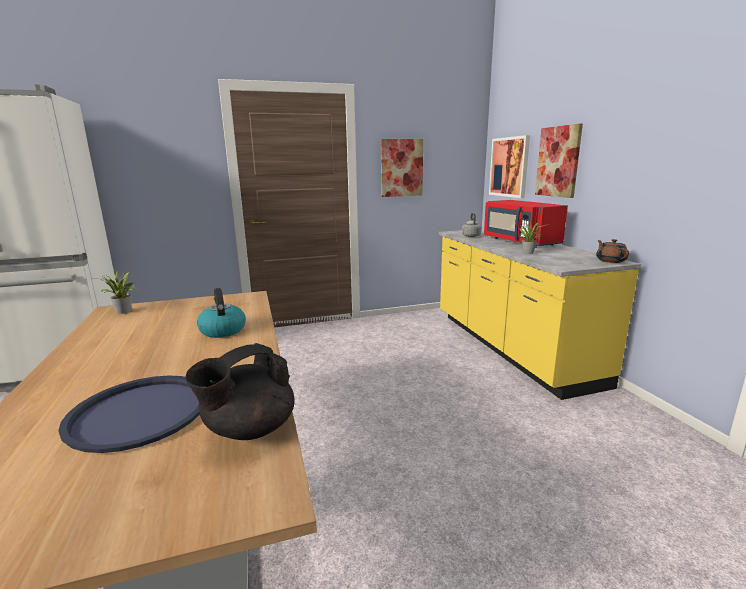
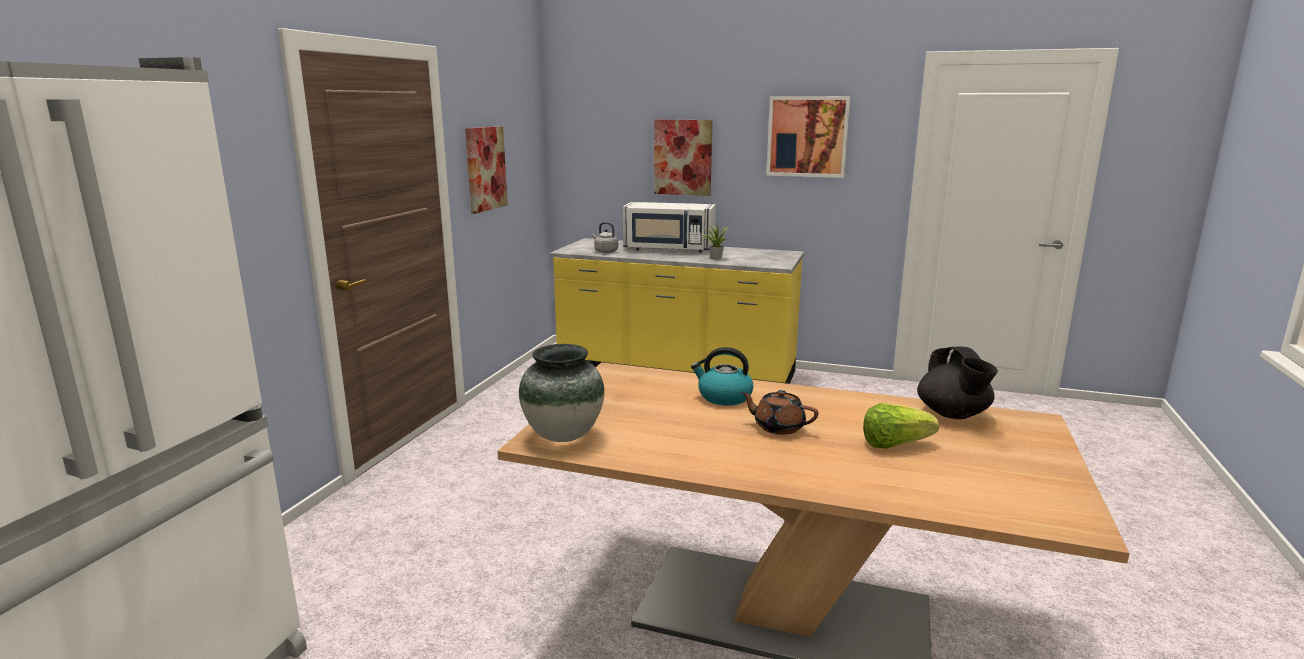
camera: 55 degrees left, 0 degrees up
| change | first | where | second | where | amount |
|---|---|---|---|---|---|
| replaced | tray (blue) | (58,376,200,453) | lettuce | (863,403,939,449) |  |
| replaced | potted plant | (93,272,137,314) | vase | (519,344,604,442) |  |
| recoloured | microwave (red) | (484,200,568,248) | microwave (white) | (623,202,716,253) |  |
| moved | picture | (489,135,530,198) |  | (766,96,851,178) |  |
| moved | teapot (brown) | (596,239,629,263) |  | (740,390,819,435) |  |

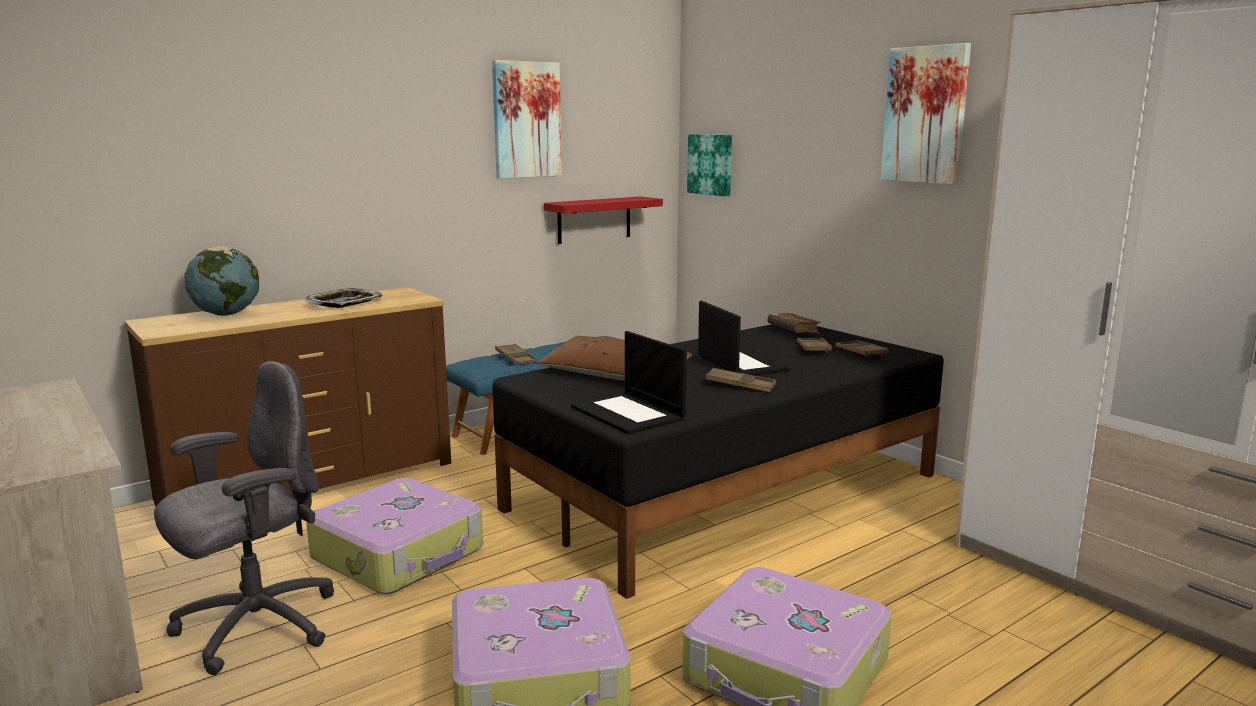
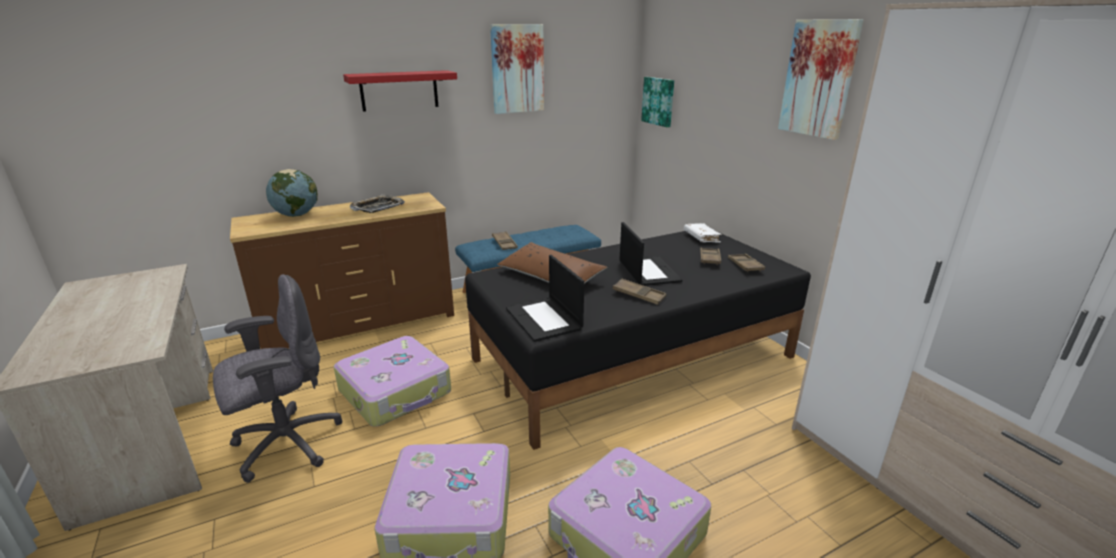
camera: 10 degrees right, 10 degrees up
| change | first | where | second | where | amount |
|---|---|---|---|---|---|
| moved | shelf (red) | (544,196,663,244) |  | (343,70,457,112) |  |
| recoloured | book (brown) | (767,313,821,333) | book (white) | (684,223,722,243) |  |

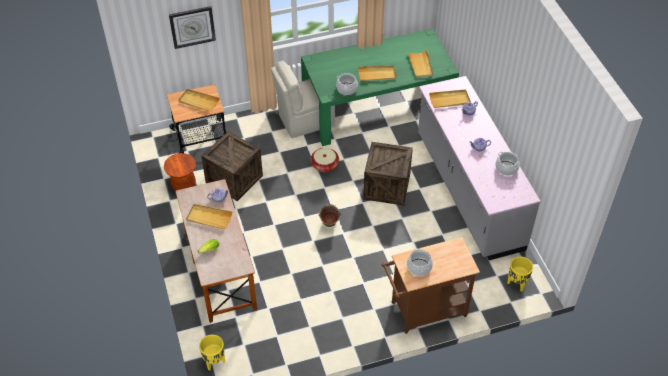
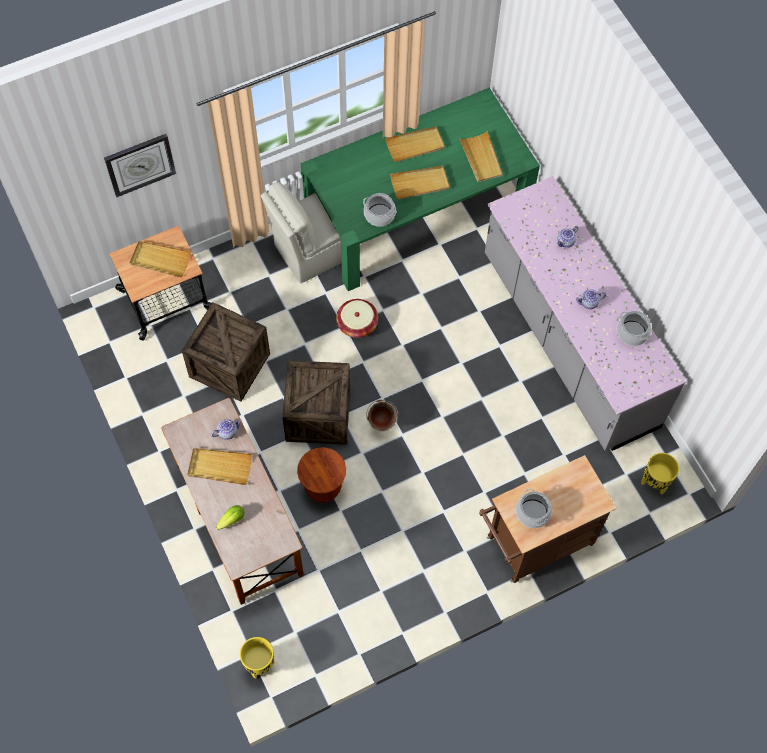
camera: 10 degrees left, 15 degrees up
| change | first | where | second | where | amount |
|---|---|---|---|---|---|
| moved | stool (brown) | (164,153,196,191) |  | (297,447,346,503) |  |
| moved | crate | (363,142,413,206) |  | (282,360,350,445) |  |
| moved | tray (beige) | (429,89,471,108) |  | (385,126,445,162) |  |

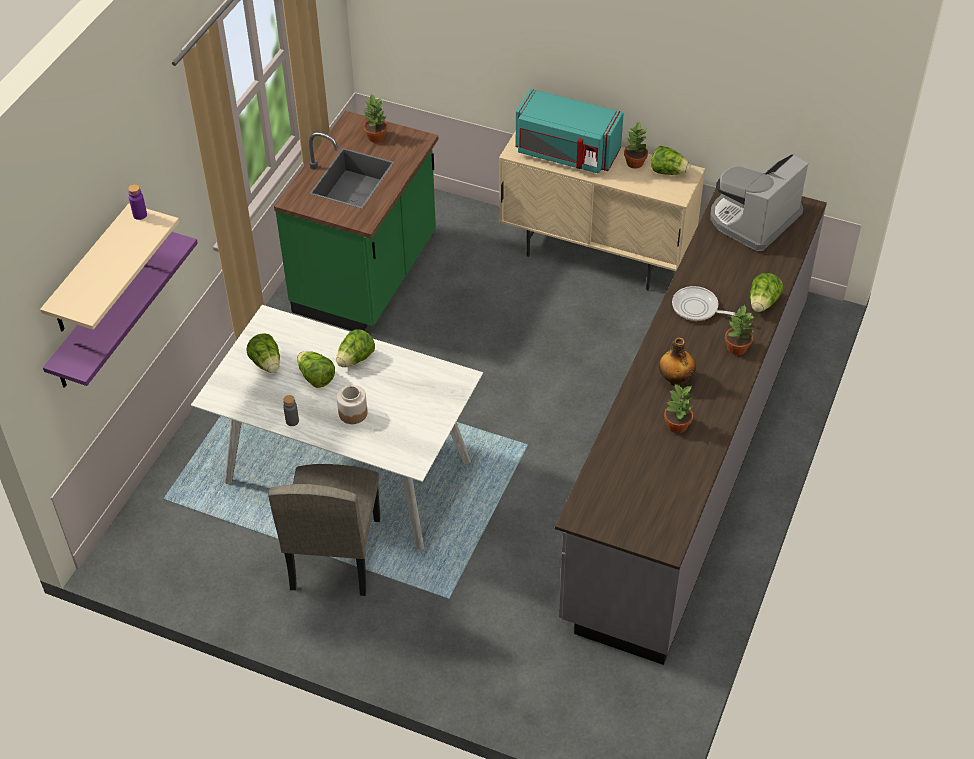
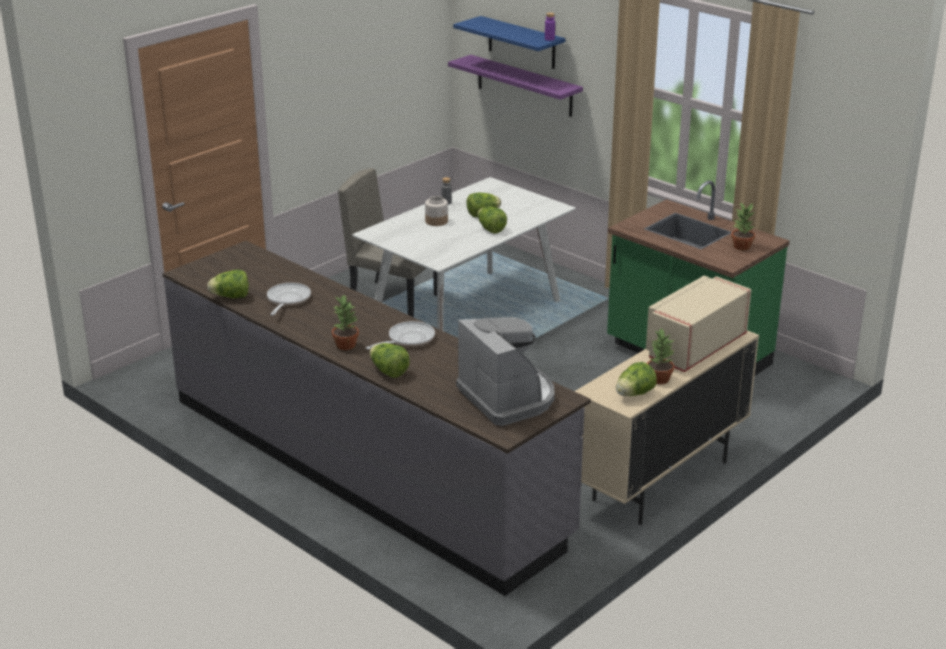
camera: 110 degrees right, 20 degrees down
| change | first | where | second | where | amount |
|---|---|---|---|---|---|
| recoloured | shelf (beige) | (40,204,179,331) | shelf (blue) | (453,16,566,69) |  |
| moved | lettuce | (246,333,280,373) |  | (207,270,249,298) |  |
| recoloured | microwave (turquoise) | (516,89,624,174) | microwave (beige) | (646,276,752,372) |  |
| removed | bottle | (659,337,696,386) |  |  |  |
| replaced | potted plant | (664,384,693,433) | frying pan | (267,283,311,315) |  |

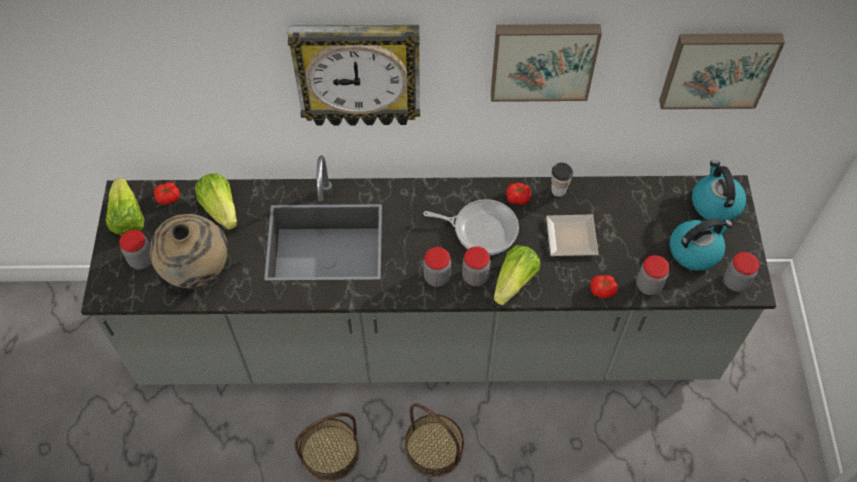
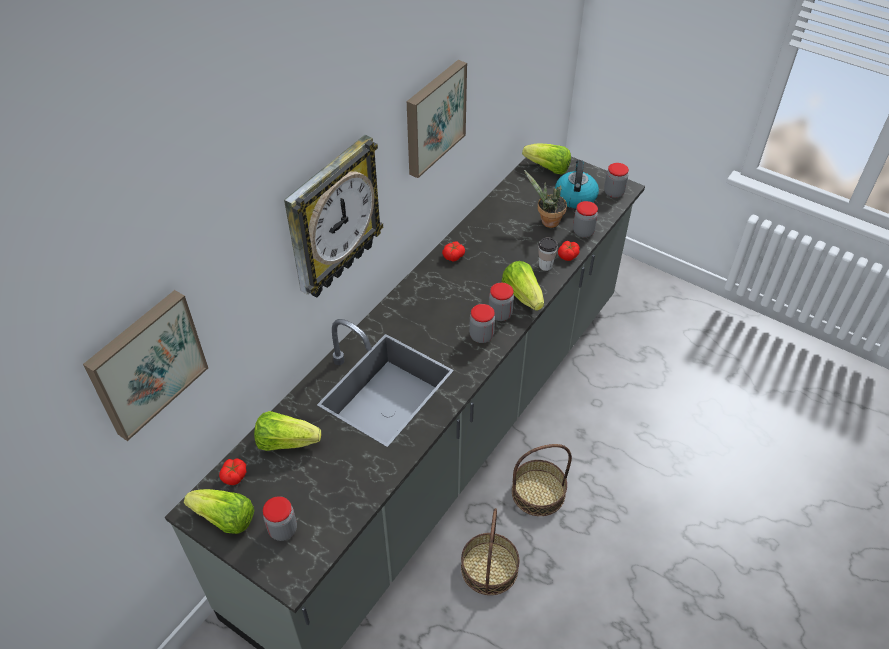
camera: 55 degrees left, 10 degrees down
| change | first | where | second | where | amount |
|---|---|---|---|---|---|
| removed | vase (beige) | (150,214,227,288) |  |  |  |
| removed | frying pan | (423,199,519,255) |  |  |  |
| removed | plate | (546,214,598,256) |  |  |  |
| moved | cup | (551,163,573,197) |  | (538,238,558,271) |  |
| moved | picture | (659,33,785,109) |  | (83,290,208,441) |  |
| replaced | kettle | (692,160,746,222) | lettuce | (522,143,571,175) |  |
| added |  |  | potted plant | (524,170,567,228) |  |

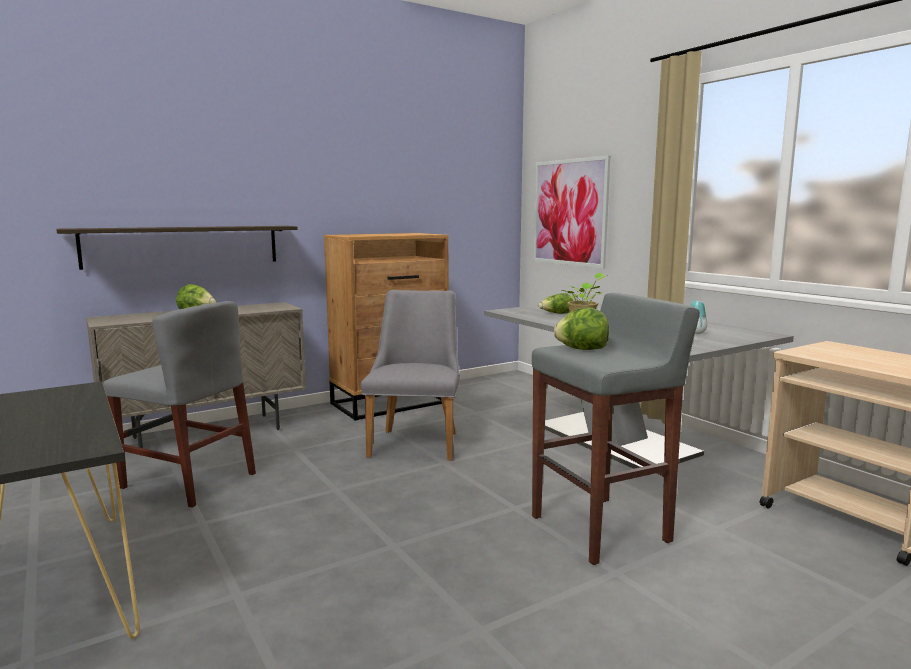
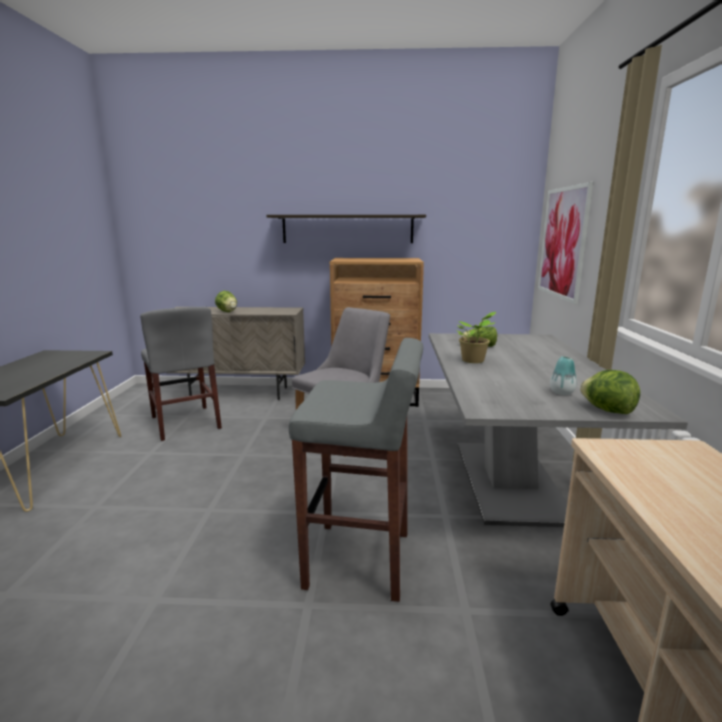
camera: 35 degrees right, 5 degrees up
| change | first | where | second | where | amount |
|---|---|---|---|---|---|
| moved | shelf | (56,226,298,270) |  | (267,215,426,243) |  |
| moved | lettuce | (554,307,609,350) |  | (580,370,640,414) |  |

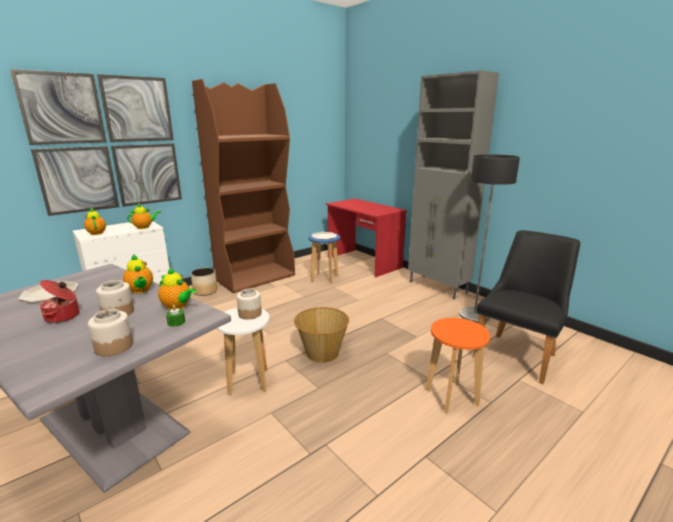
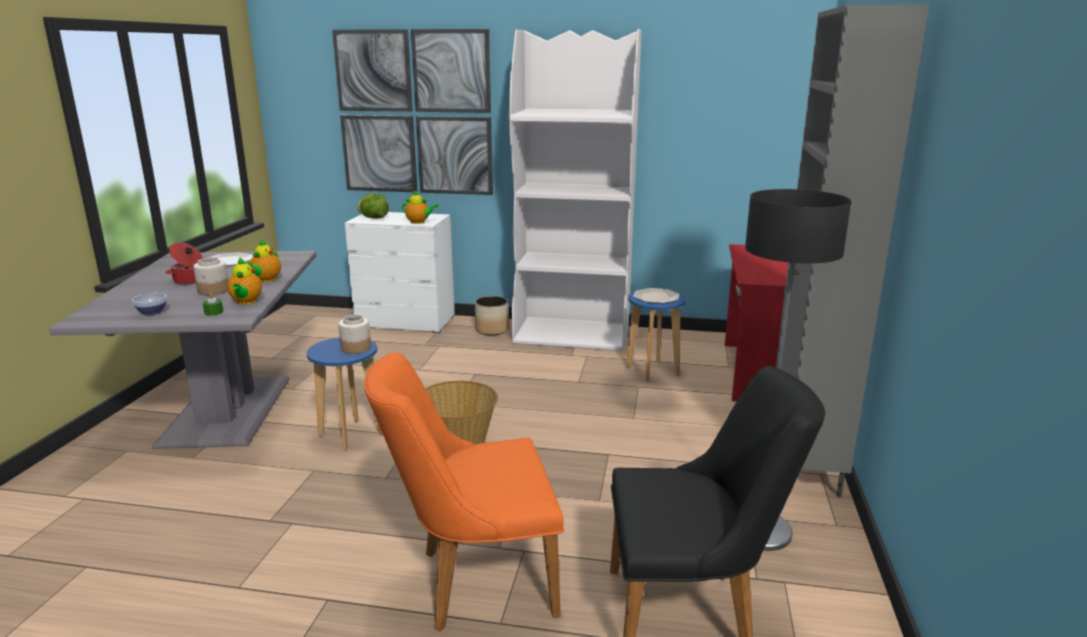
camera: 50 degrees right, 0 degrees up
| change | first | where | second | where | amount |
|---|---|---|---|---|---|
| replaced | teapot | (84,207,106,235) | lettuce | (357,193,389,219) |  |
| replaced | jar | (88,309,133,356) | bowl | (132,293,167,315) |  |
| recoloured | bookcase (brown) | (192,79,295,293) | bookcase (white) | (509,29,642,351) |  |
| recoloured | stool (white) | (216,308,270,395) | stool (blue) | (307,337,382,451) |  |
| replaced | stool (orange) | (426,318,490,414) | chair (orange) | (364,352,564,632) |  |

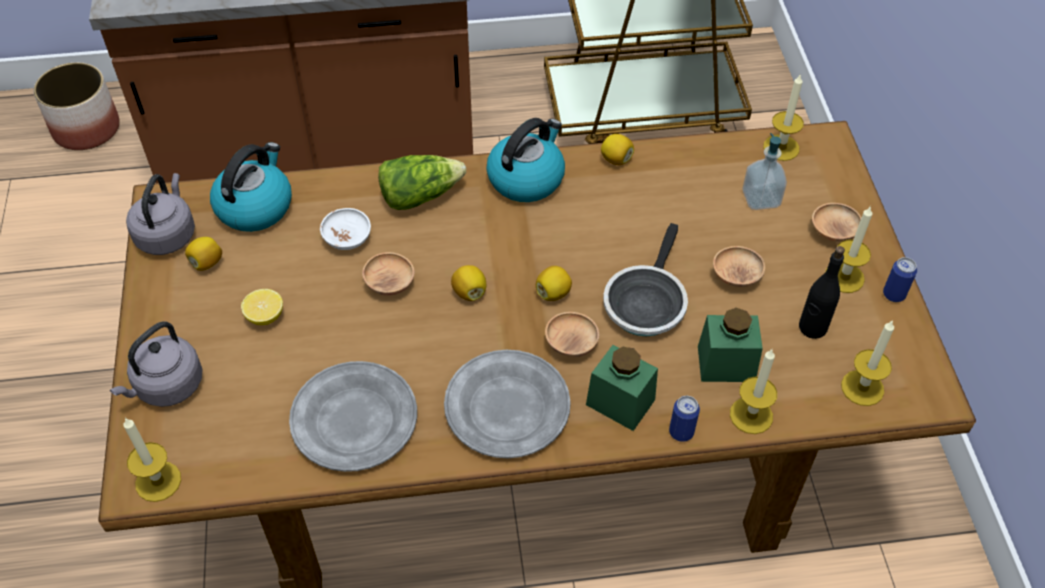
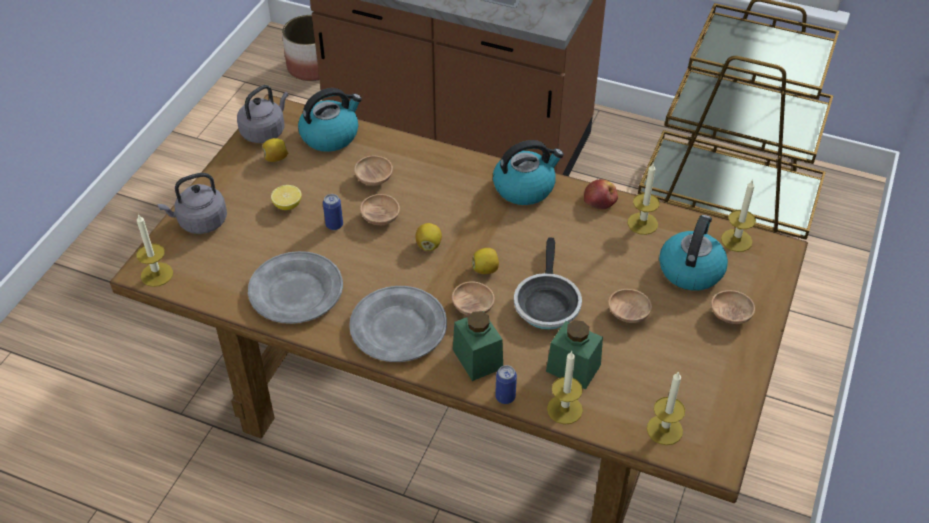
camera: 30 degrees right, 5 degrees down
| change | first | where | second | where | amount |
|---|---|---|---|---|---|
| recoloured | bowl (white) | (320,208,371,250) | bowl (brown) | (354,156,393,186) |  |
| removed | lettuce | (378,155,466,210) |  |  |  |
| replaced | lemon | (601,134,634,165) | apple | (584,179,618,209) |  |
| turned | frying pan | (603,223,688,336) |  | (514,237,582,330) | 45 degrees counterclockwise |
| replaced | soap dispenser | (742,133,787,210) | kettle | (659,215,728,291) |  |
| removed | bottle (black) | (799,246,845,339) |  |  |  |
| moved | candle | (825,206,872,293) |  | (628,163,660,235) |  |
| moved | can | (883,257,917,302) |  | (323,194,343,230) |  |

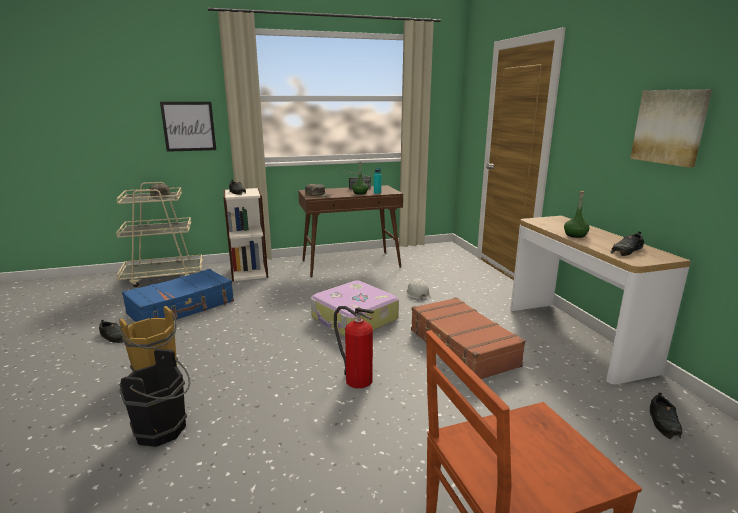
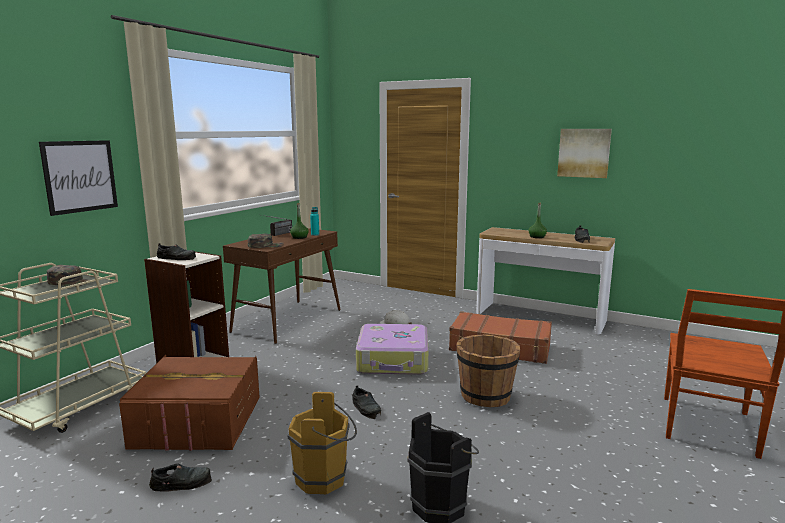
camera: 45 degrees left, 5 degrees down
| change | first | where | second | where | amount |
|---|---|---|---|---|---|
| replaced | suitcase (blue) | (122,269,234,322) | storage box (brown) | (119,355,259,451) |  |
| replaced | fire extinguisher | (334,306,374,388) | bucket (brown) | (457,334,520,407) |  |
| moved | shoe (black) | (650,393,682,439) |  | (352,385,381,419) |  |

